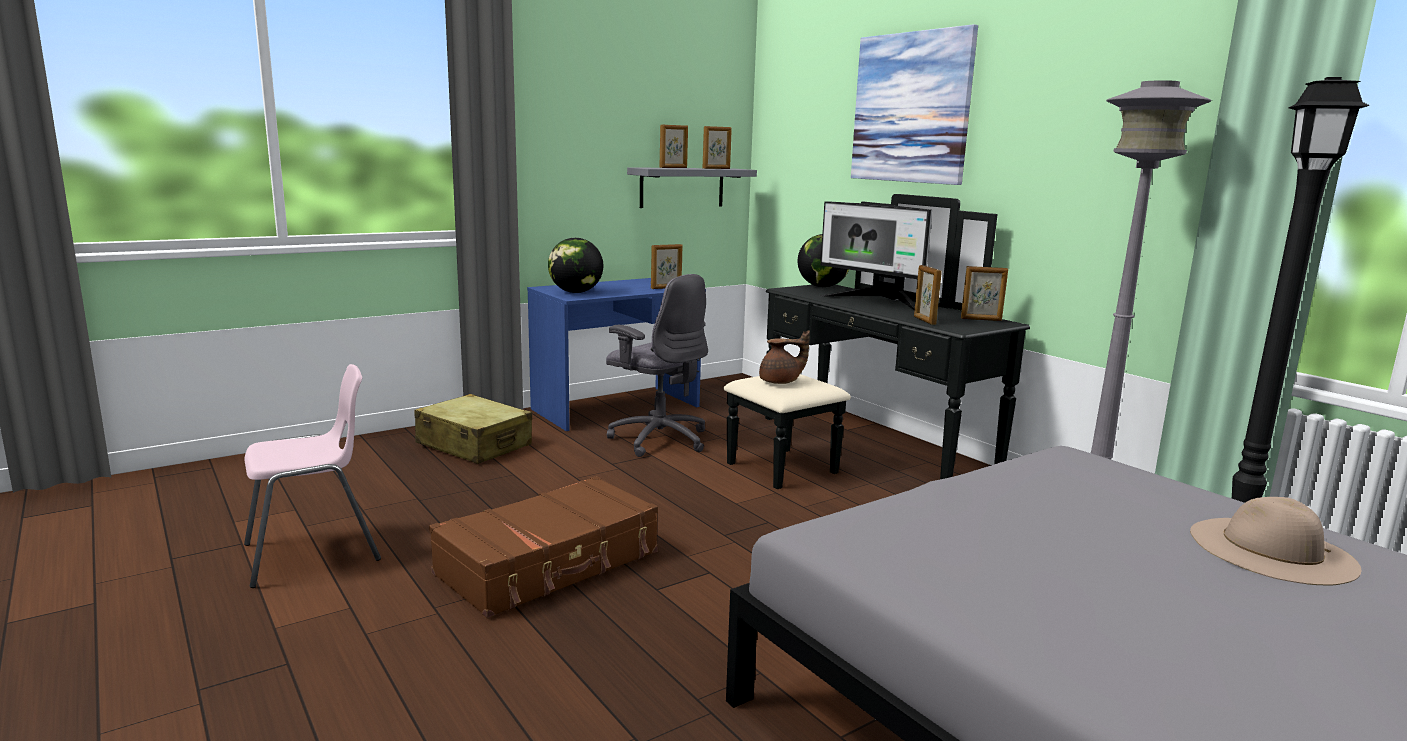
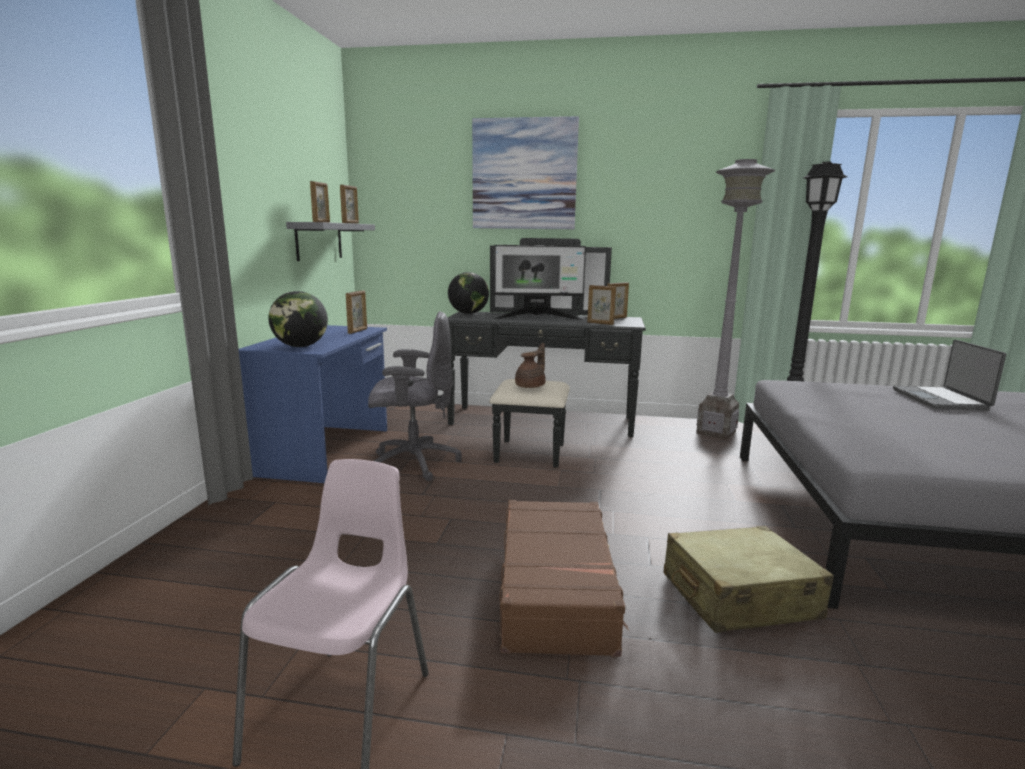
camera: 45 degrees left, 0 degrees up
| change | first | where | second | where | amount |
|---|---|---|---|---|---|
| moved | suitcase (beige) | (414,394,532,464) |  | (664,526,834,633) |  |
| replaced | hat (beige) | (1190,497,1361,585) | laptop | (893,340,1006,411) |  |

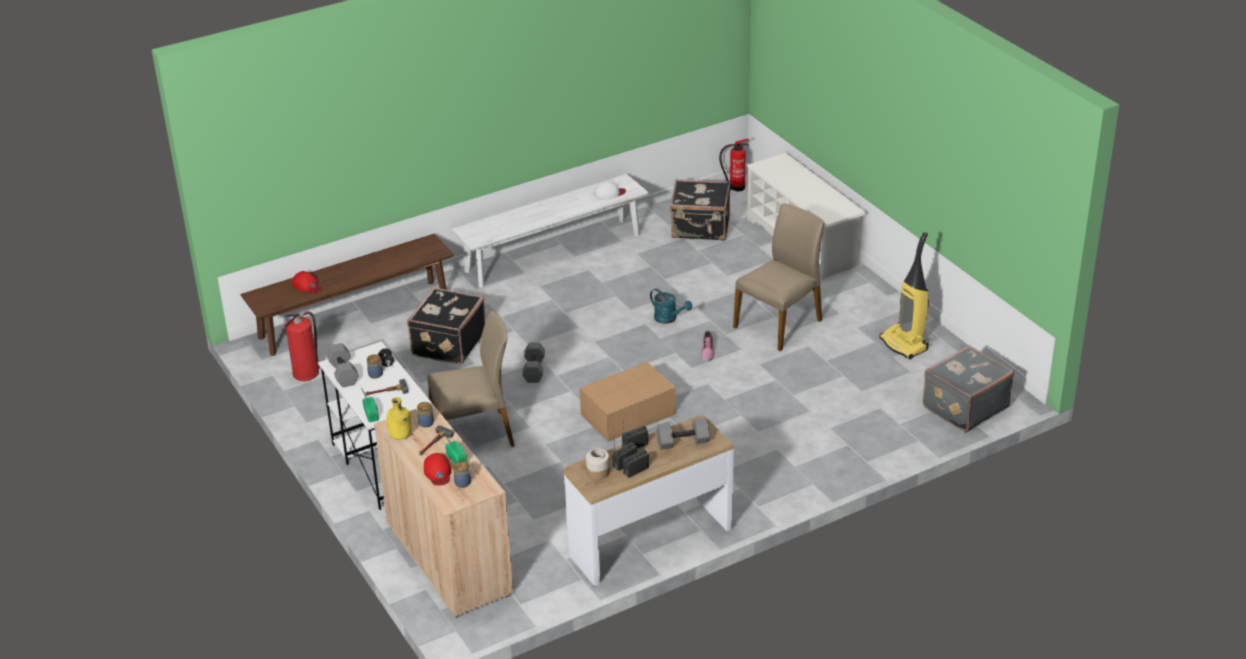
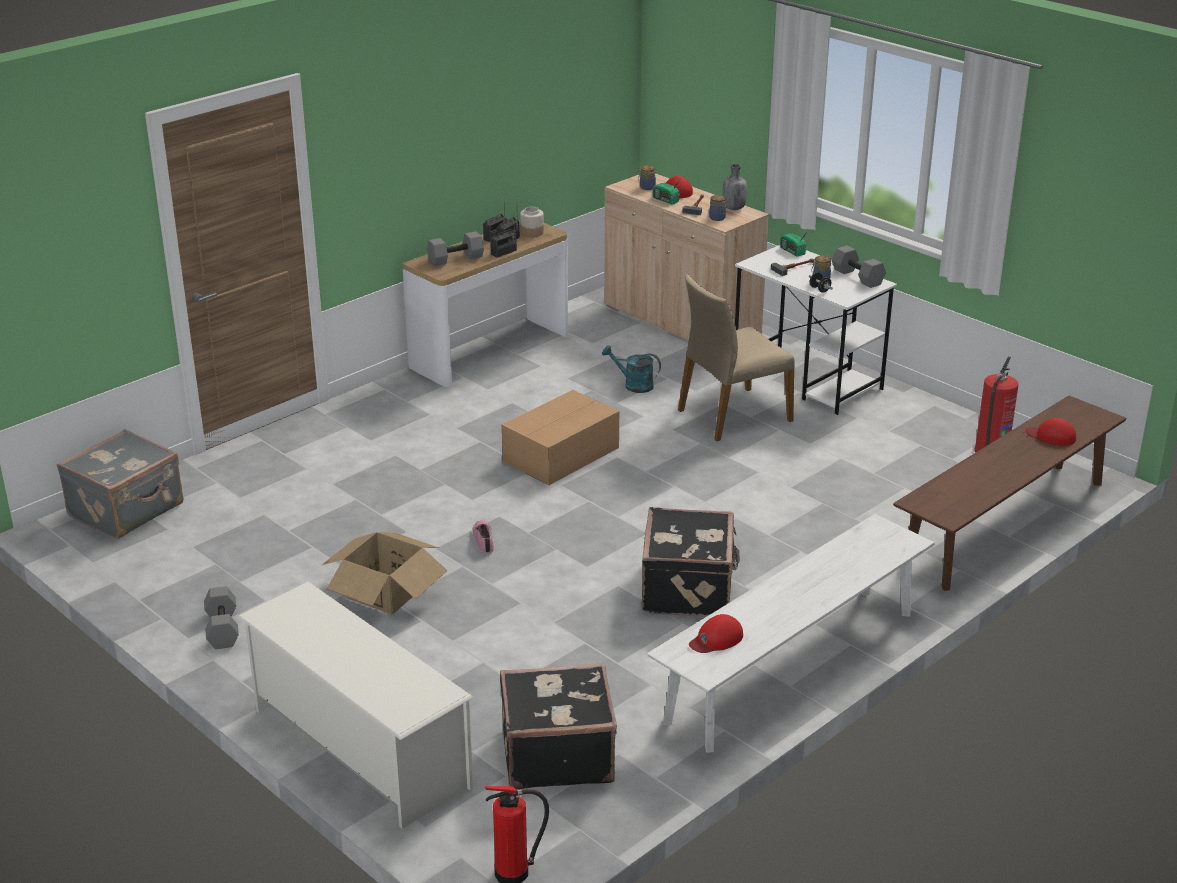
camera: 165 degrees right, 5 degrees down
| change | first | where | second | where | amount |
|---|---|---|---|---|---|
| recoloured | bottle (yellow) | (386,397,412,440) | bottle (grey) | (722,164,747,210) |  |
| moved | suitcase (black) | (407,287,485,364) |  | (641,507,740,616) |  |
| moved | dumbbell (grey) | (522,343,545,383) |  | (204,586,239,649) |  |
| recoloured | cap (white) | (594,182,626,200) | cap (red) | (689,614,743,653) |  |
| moved | watering can (turquoise) | (650,289,692,324) |  | (602,345,661,393) |  |
| replaced | chair (beige) | (733,204,824,351) | cardboard box | (322,532,448,614) |  |
| removed | vacuum cleaner | (879,232,929,359) |  |  |  |

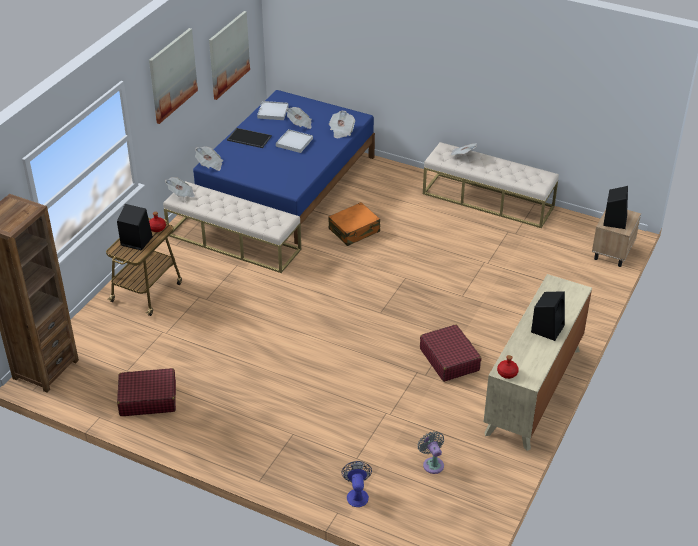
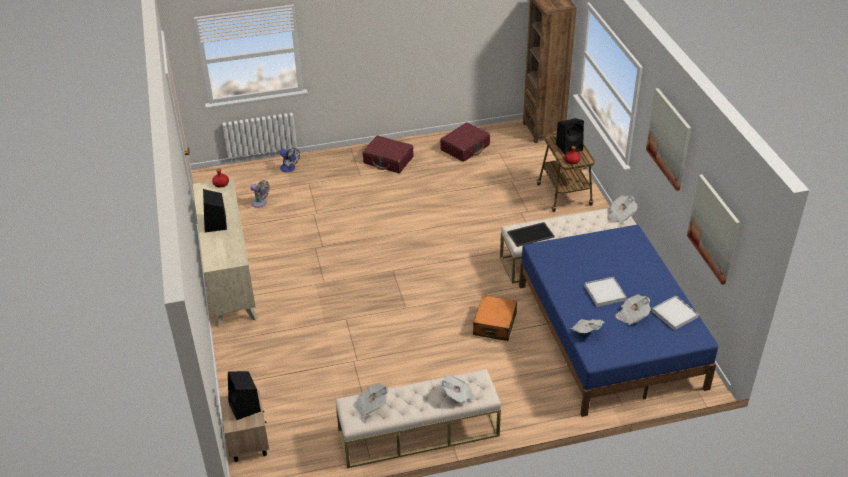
camera: 140 degrees right, 0 degrees up
| change | first | where | second | where | amount |
|---|---|---|---|---|---|
| moved | newspaper | (195,146,223,171) |  | (353,383,388,416) |  |
| moved | tray | (227,128,272,148) |  | (507,222,555,247) |  |
| moved | suitcase (red) | (420,324,482,382) |  | (362,136,413,173) |  |

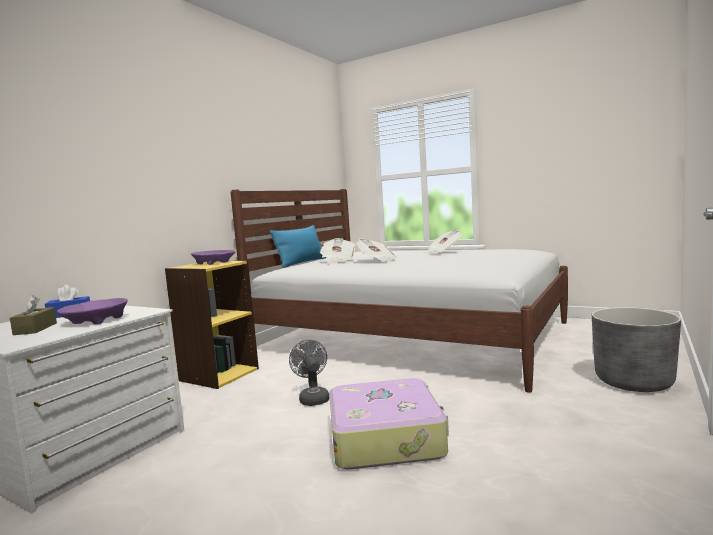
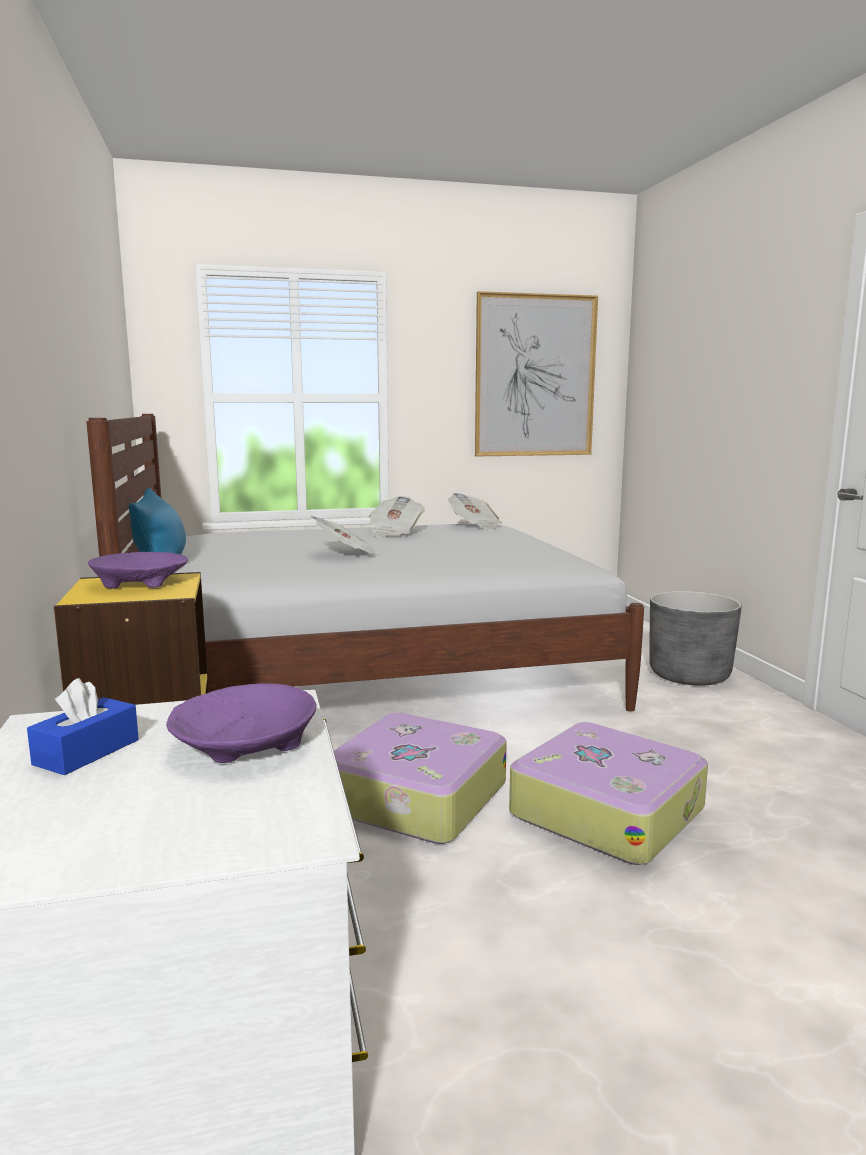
camera: 45 degrees left, 5 degrees up
| change | first | where | second | where | amount |
|---|---|---|---|---|---|
| removed | tissue box (brown) | (10,295,57,335) |  |  |  |
| replaced | fan (grey) | (289,340,329,406) | suitcase | (334,713,507,844) |  |
| moved | newspaper | (320,238,356,264) |  | (448,493,502,530) |  |
| added |  |  | picture | (475,291,598,457) |  |

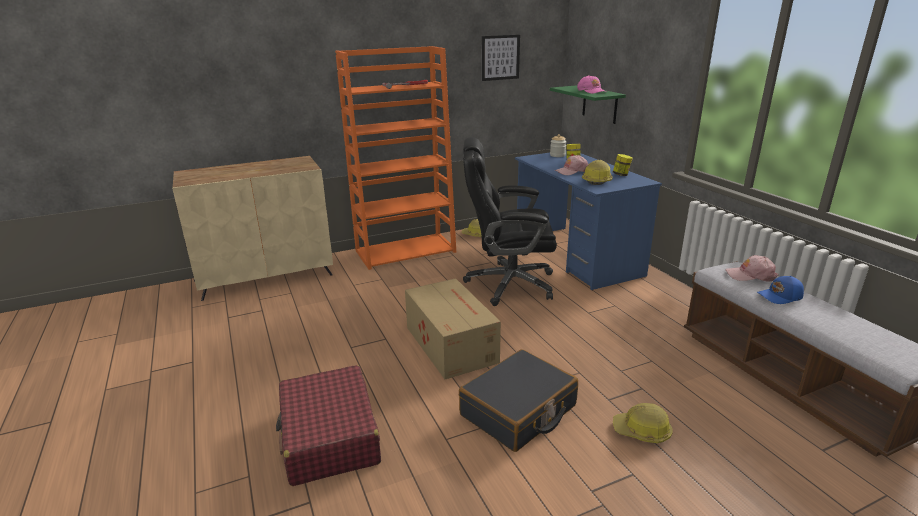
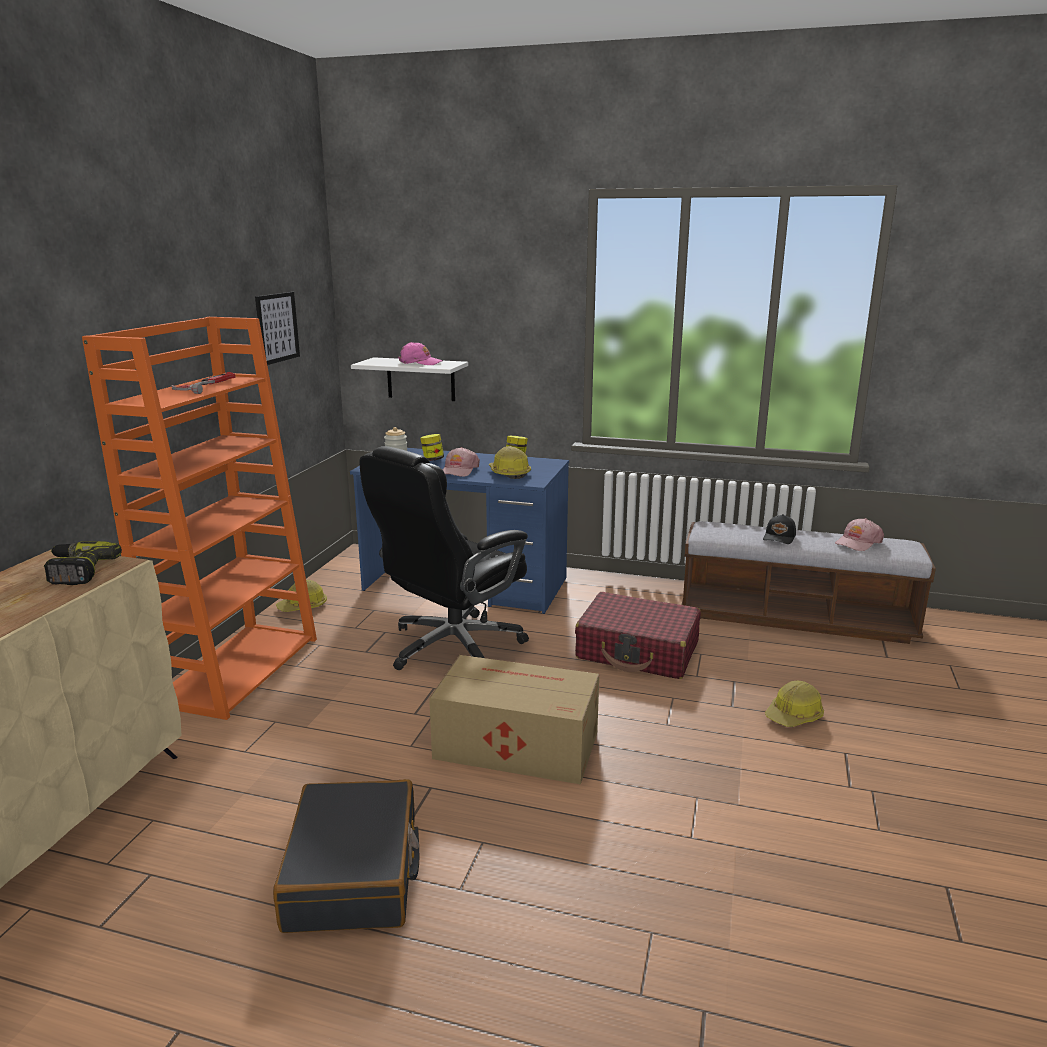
camera: 50 degrees left, 5 degrees down
| change | first | where | second | where | amount |
|---|---|---|---|---|---|
| moved | suitcase (red) | (276,365,381,486) |  | (575,592,701,679) |  |
| moved | suitcase (black) | (459,349,578,452) |  | (273,779,420,933) |  |
| recoloured | shelf (green) | (550,85,626,124) | shelf (white) | (351,357,468,401) |  |
| moved | cap (pink) | (726,255,779,282) |  | (835,518,884,551) |  |
| recoloured | cap (blue) | (757,276,804,304) | cap (black) | (763,514,796,544) |  |
| added |  |  | power drill | (44,541,122,585) |  |

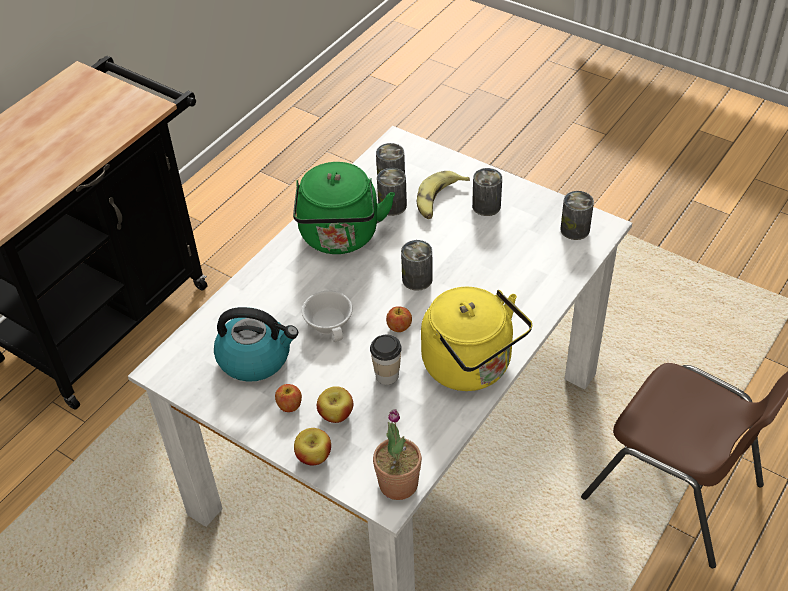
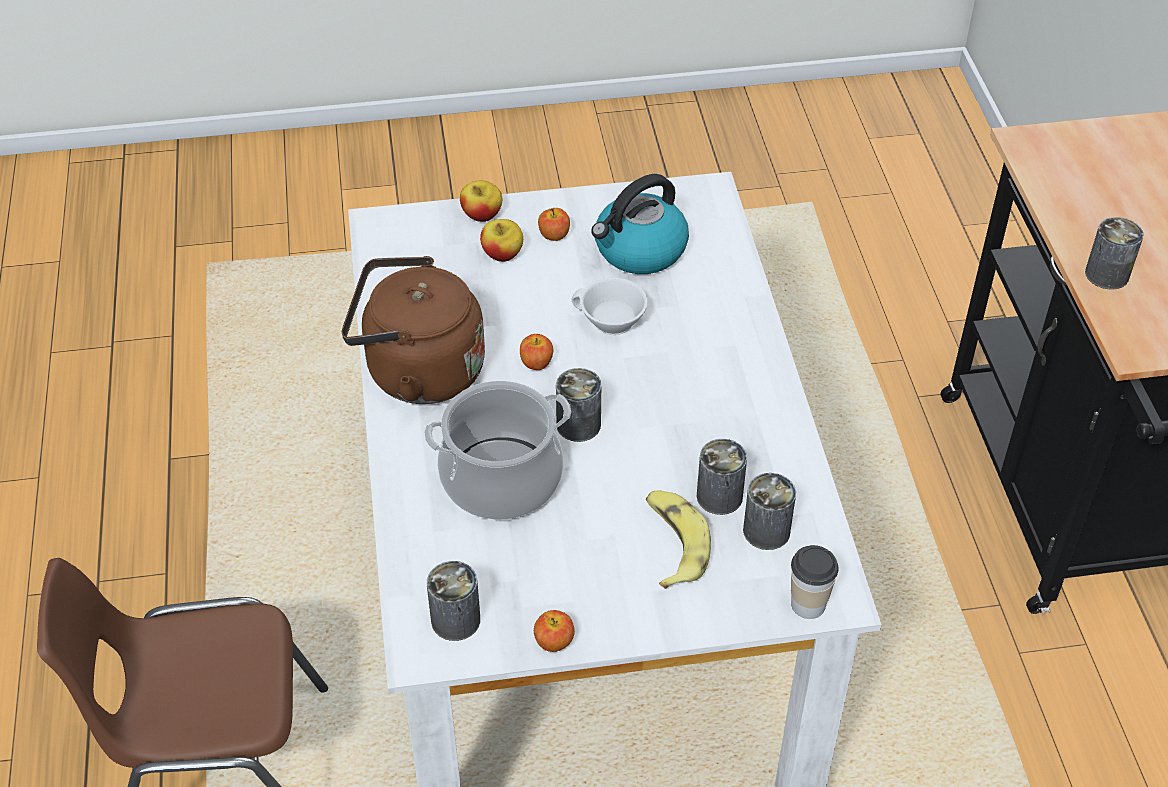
camera: 135 degrees right, 0 degrees up
| change | first | where | second | where | amount |
|---|---|---|---|---|---|
| removed | kettle (green) | (293,162,395,254) |  |  |  |
| moved | cup | (370,334,402,385) |  | (791,545,839,619) |  |
| removed | potted plant | (373,409,422,500) |  |  |  |
| recoloured | kettle (yellow) | (421,287,532,391) | kettle (brown) | (342,256,485,404) |  |
| moved | can | (472,168,502,216) |  | (1085,217,1144,290) |  |
| added |  |  | cooking pot | (424,381,571,520) |  |
| added |  |  | apple | (534,610,575,652) |  |

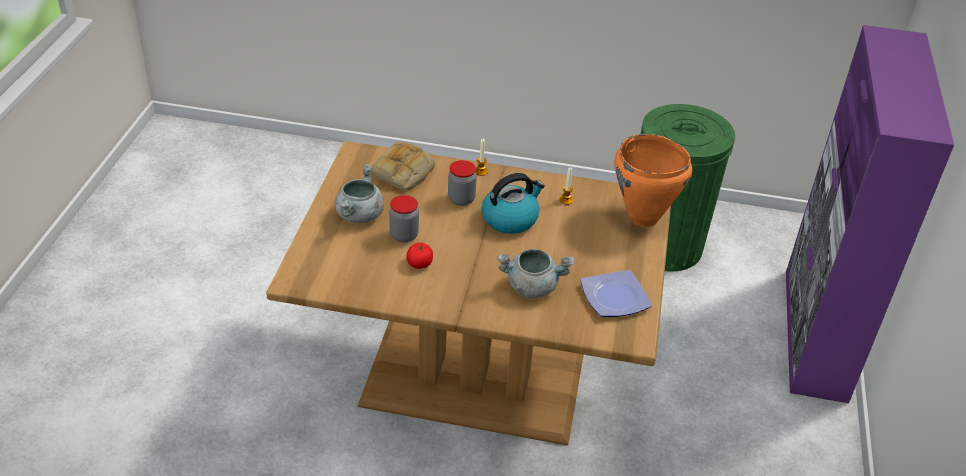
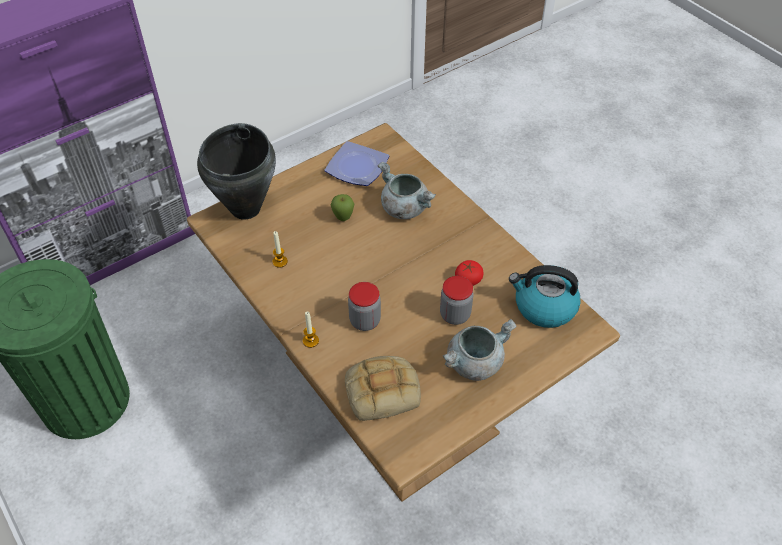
camera: 135 degrees left, 10 degrees up
| change | first | where | second | where | amount |
|---|---|---|---|---|---|
| moved | kettle | (481,173,545,234) |  | (509,265,581,328) |  |
| recoloured | cooking pot (orange) | (614,134,692,227) | cooking pot (black) | (197,123,276,220) |  |
| added |  |  | apple | (331,194,354,221) |  |

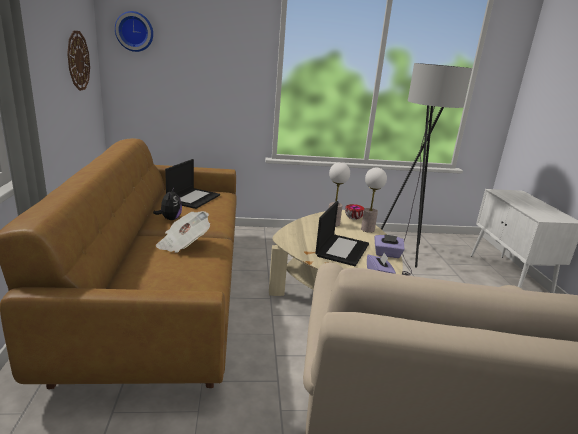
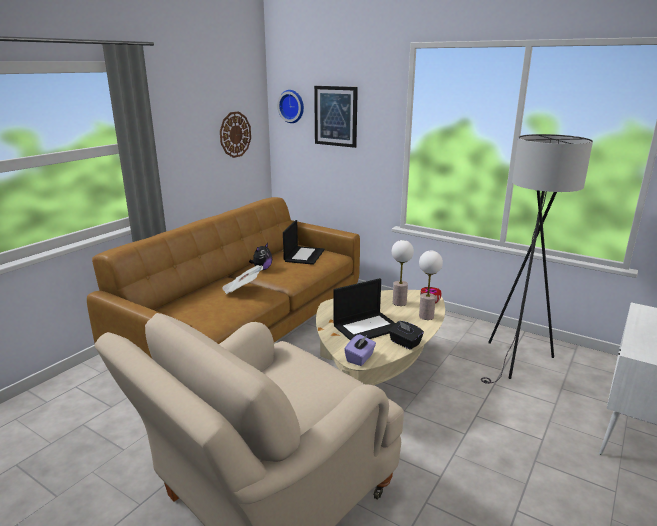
camera: 40 degrees right, 0 degrees up
| change | first | where | second | where | amount |
|---|---|---|---|---|---|
| turned | laptop | (165,159,220,209) |  | (283,220,325,265) | 45 degrees counterclockwise |
| recoloured | tissue box (purple) | (374,234,405,258) | tissue box (black) | (388,321,424,350) |  |
| added |  |  | picture | (314,86,358,148) |  |

